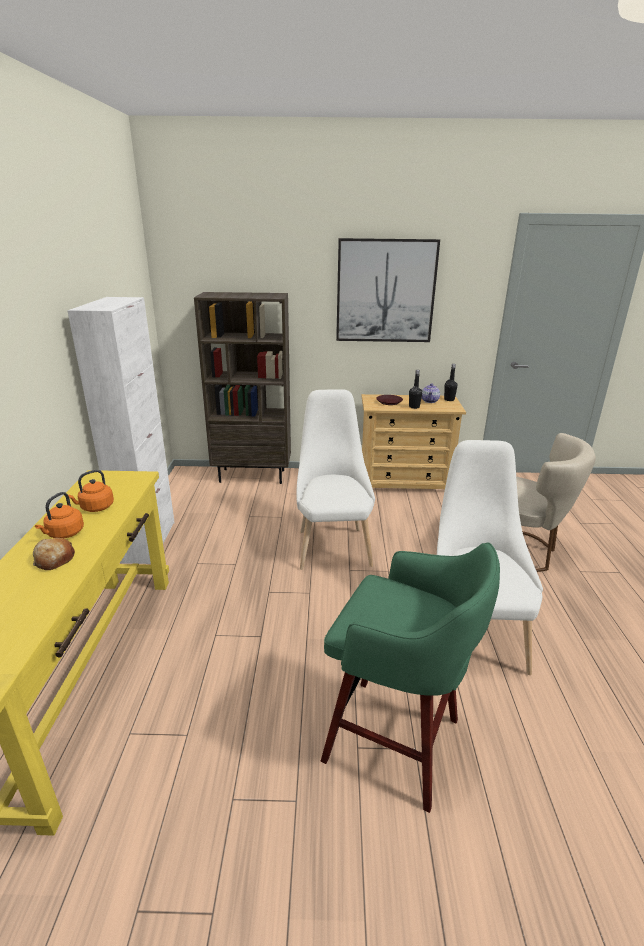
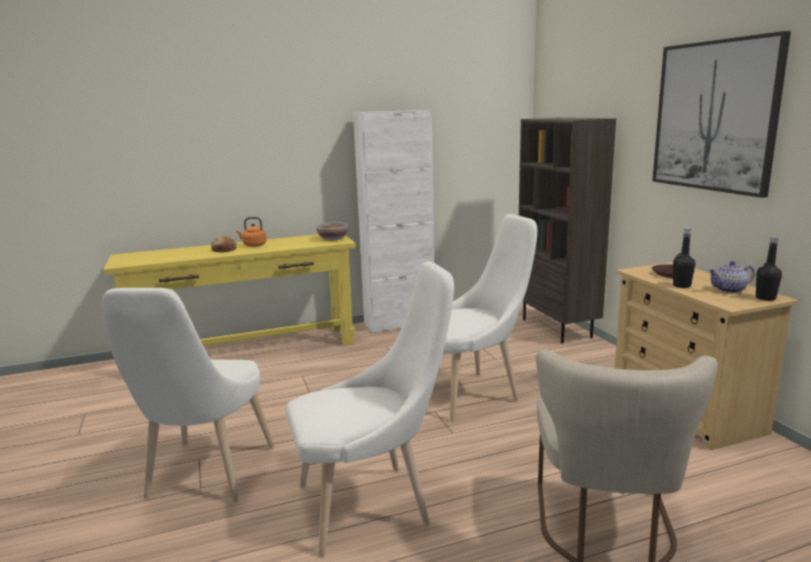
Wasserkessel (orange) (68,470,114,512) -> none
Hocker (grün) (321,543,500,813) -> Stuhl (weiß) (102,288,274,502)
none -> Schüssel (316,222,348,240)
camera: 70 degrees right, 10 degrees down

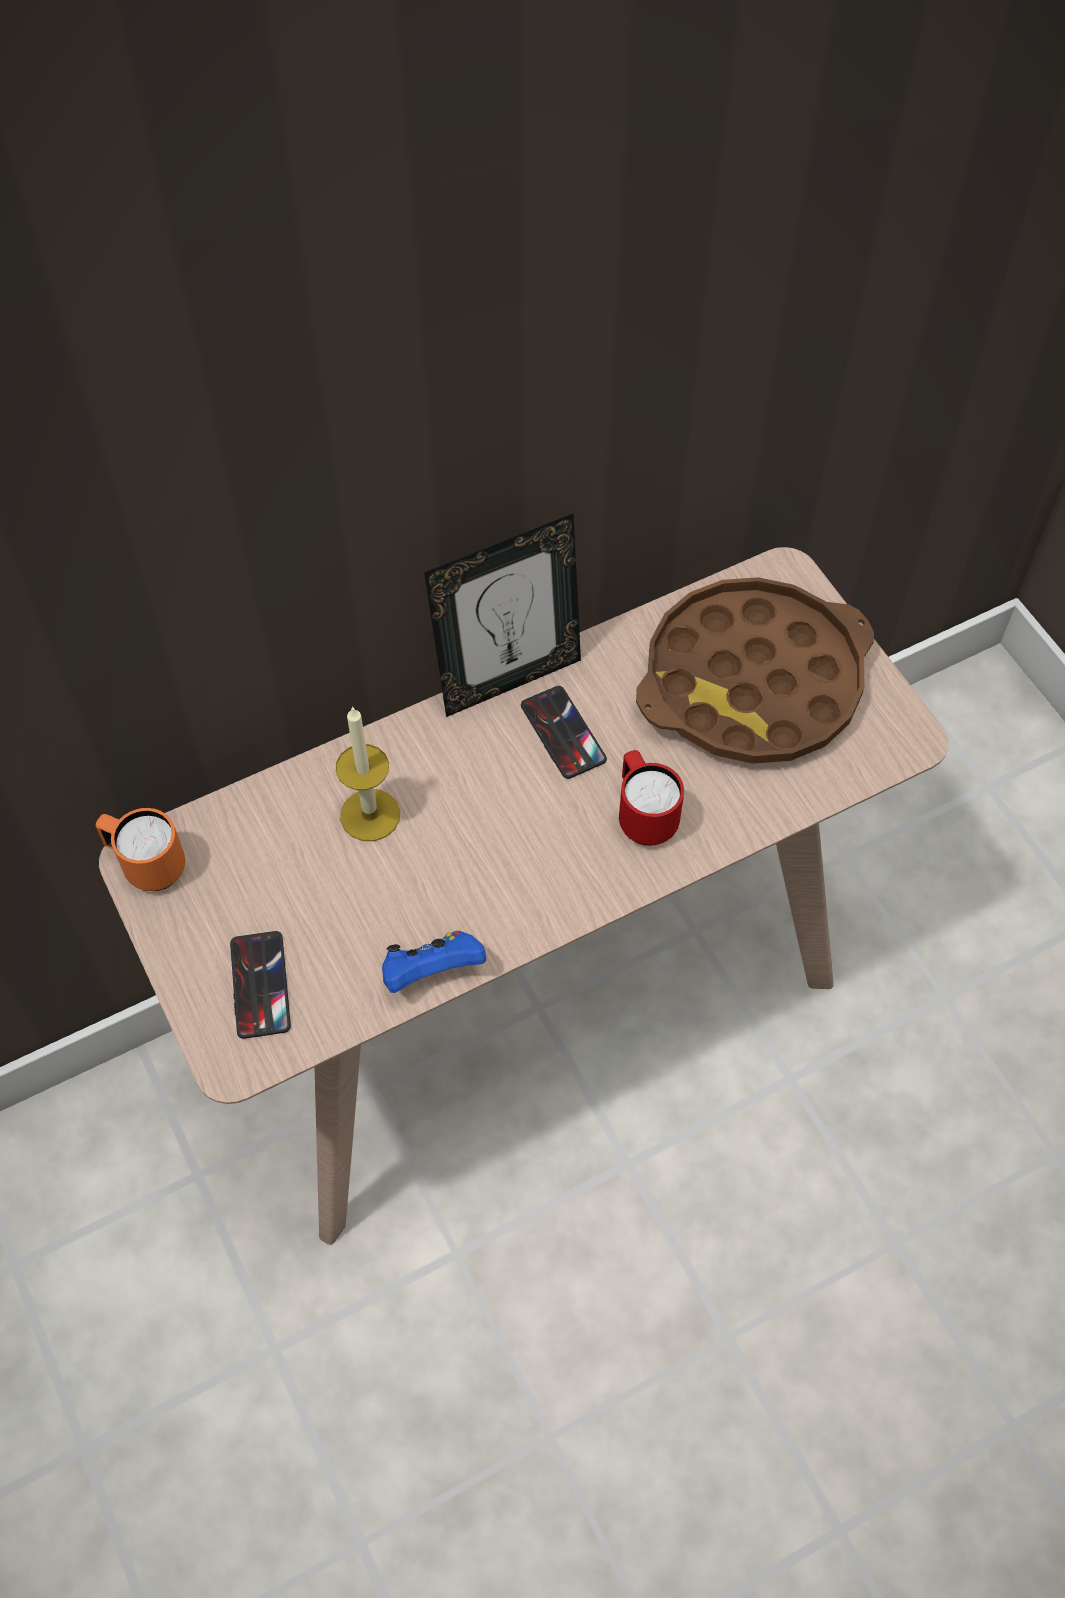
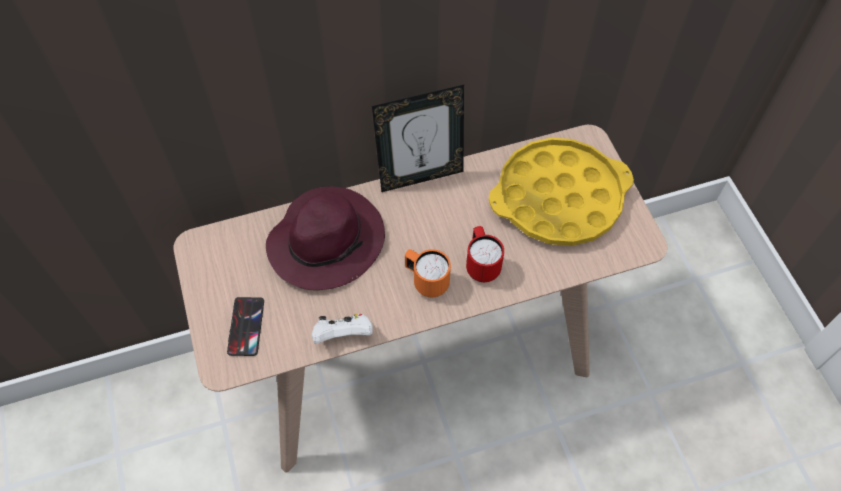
Henkelbecher (orange) (96,808,185,891) -> Henkelbecher (orange) (405,249,451,297), moved
Kerze (336,706,400,841) -> Hut (lila) (266,186,385,290)
Gamepad (blau) (382,931,486,993) -> Gamepad (weiß) (312,314,373,344)
Handy (521,686,607,779) -> none
Tablett (braun) (636,577,874,764) -> Tablett (gelb) (489,138,634,246)
camera: 10 degrees right, 0 degrees up

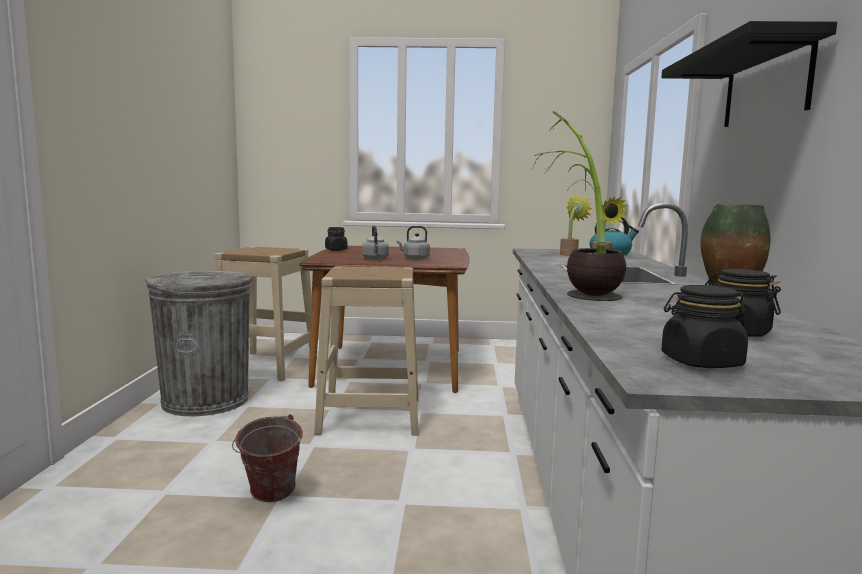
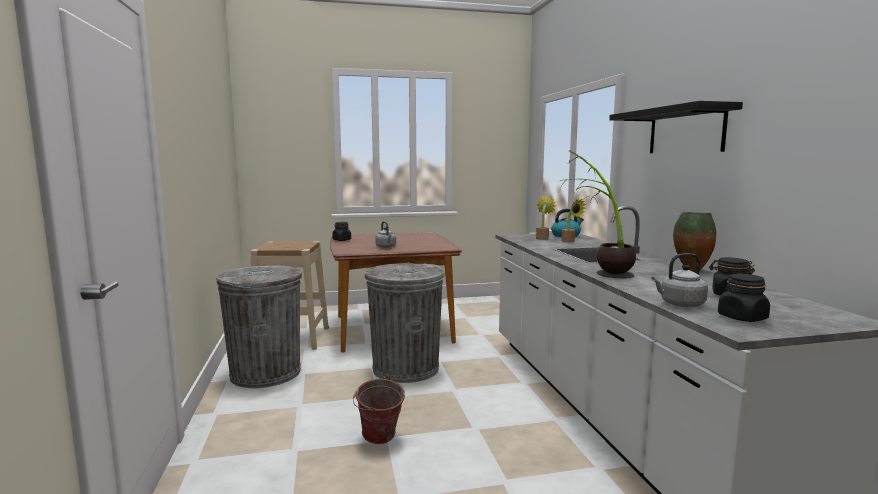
Hocker (beige) (314,266,419,436) -> Mülleimer (grau) (364,263,445,383)
Wasserkessel (grau) (397,226,430,260) -> Wasserkessel (grau) (651,253,708,307), moved
camera: 15 degrees left, 0 degrees up

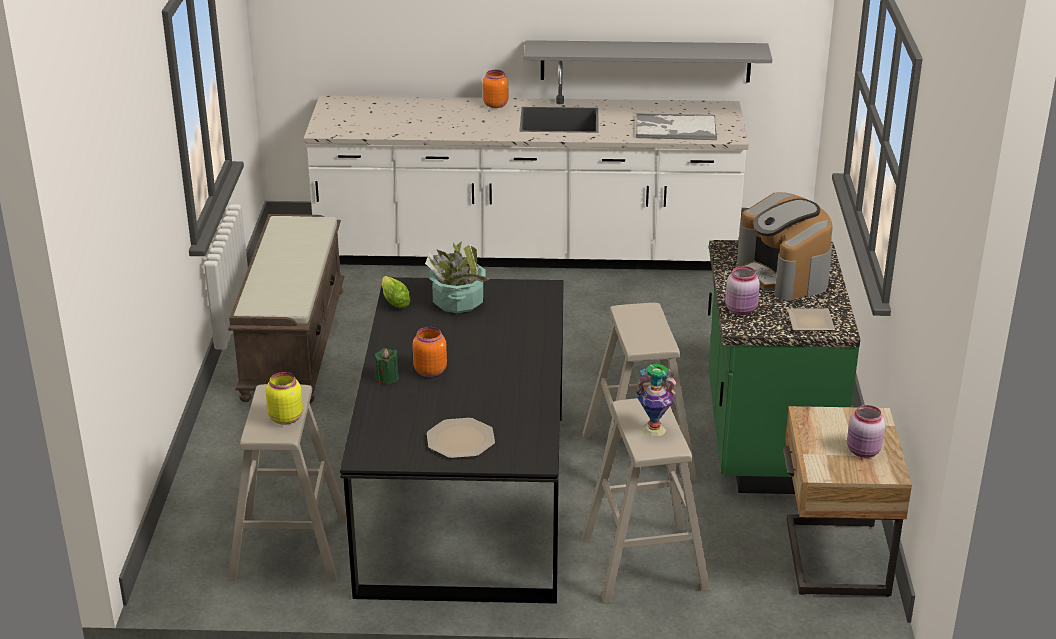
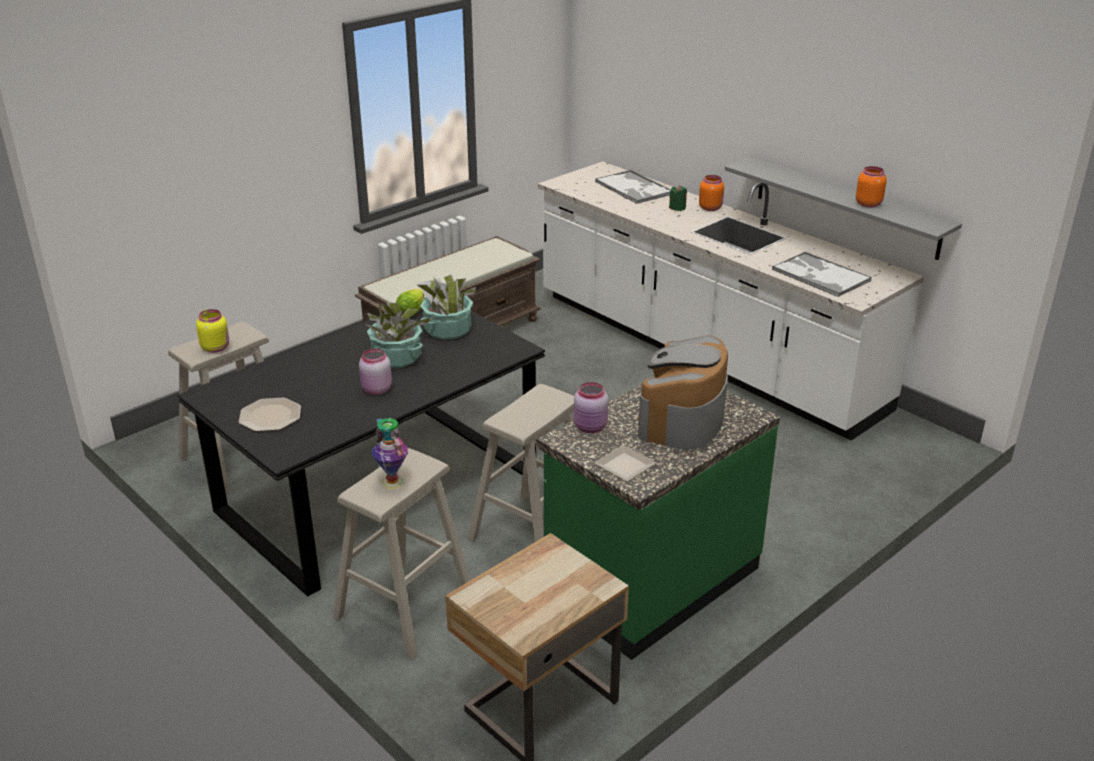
Kerze (grün) (375,348,399,384) -> Kerze (grün) (669,185,687,211), moved
Vorratsglas (orange) (412,327,447,377) -> Vorratsglas (orange) (856,166,887,208), moved
Vorratsglas (rosa) (847,405,885,458) -> Vorratsglas (rosa) (359,349,392,395), moved
none -> Topfpflanze (364,302,435,368)
none -> Tablett (595,170,671,204)
camera: 45 degrees right, 0 degrees up

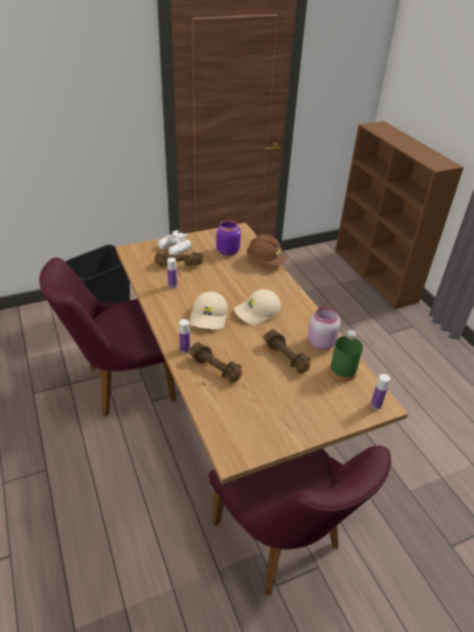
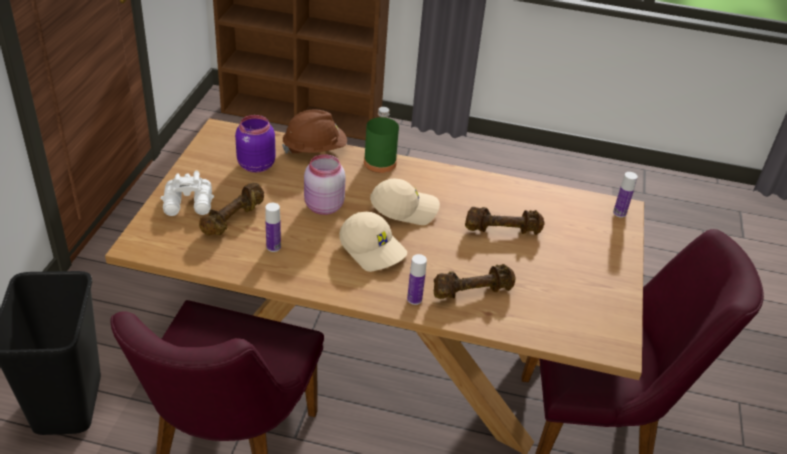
Kappe (beige) (234,289,281,325) -> Kappe (beige) (370,179,440,225), 105 degrees counterclockwise
Vorratsglas (rosa) (308,307,341,350) -> Vorratsglas (rosa) (304,154,346,215), moved
Flasche (grün) (329,330,363,382) -> Flasche (grün) (364,107,399,173), moved
camera: 55 degrees left, 0 degrees up

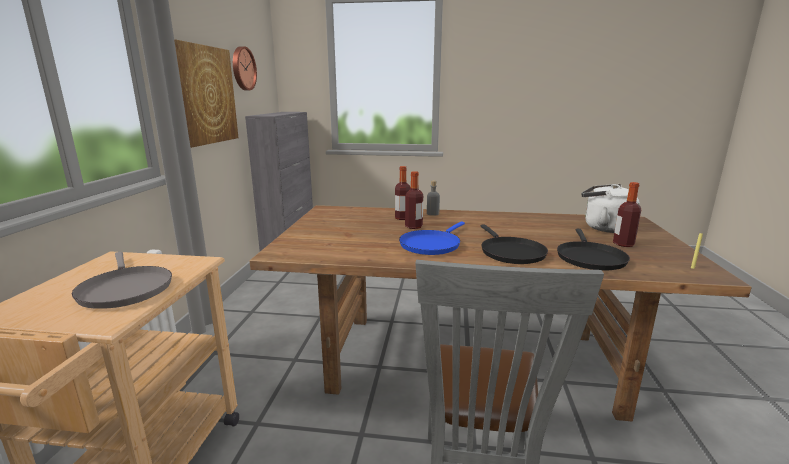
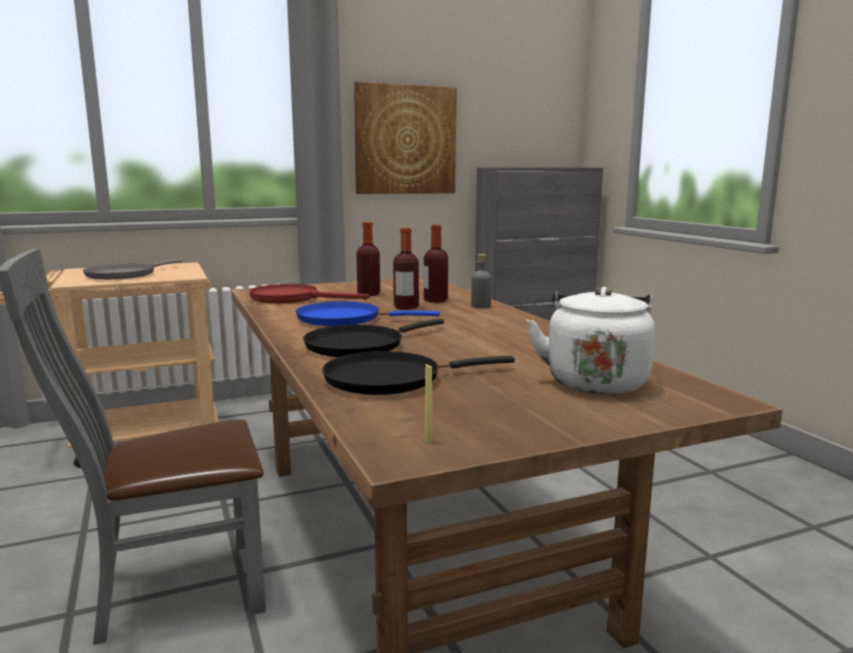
Wanduhr (233,46,257,90) -> none
Flasche (613,182,641,247) -> Flasche (356,222,380,296), moved
none -> Pfanne (rot) (250,284,369,304)
camera: 60 degrees right, 5 degrees down

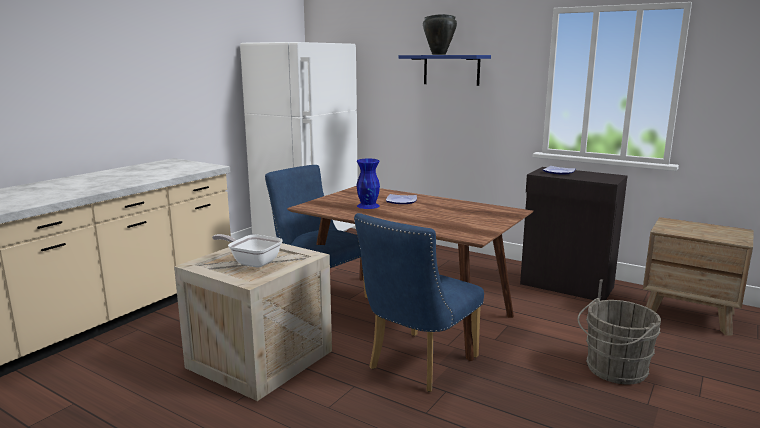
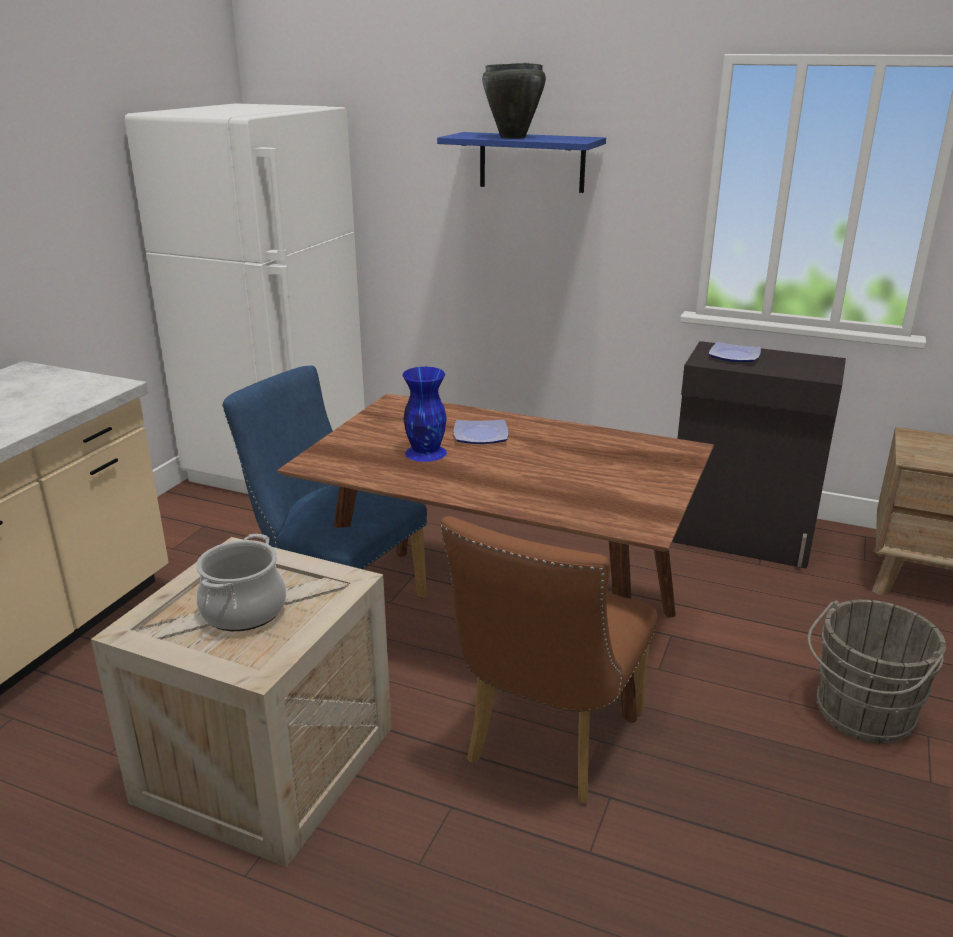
Pfanne (212,234,283,268) -> Kochtopf (196,534,286,631)
Stuhl (blau) (354,213,484,392) -> Stuhl (braun) (441,516,657,803)
camera: 10 degrees left, 10 degrees up

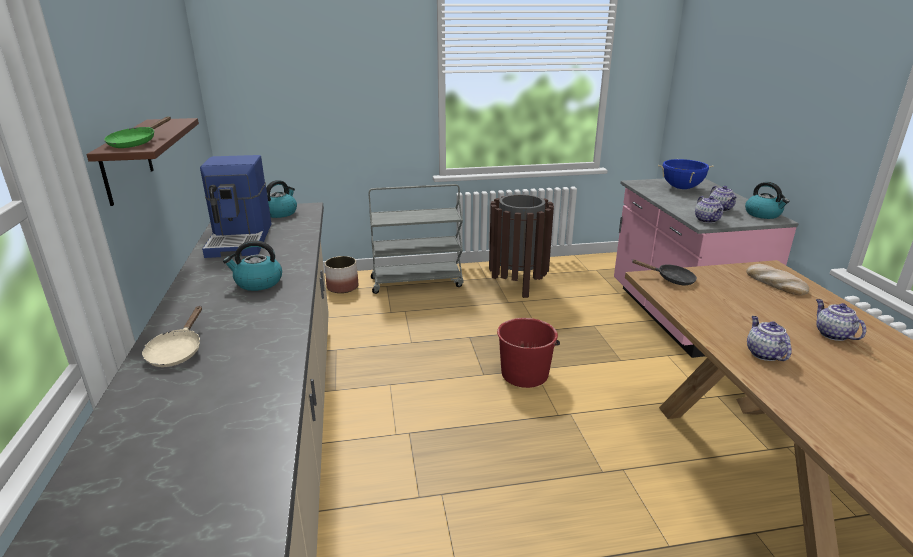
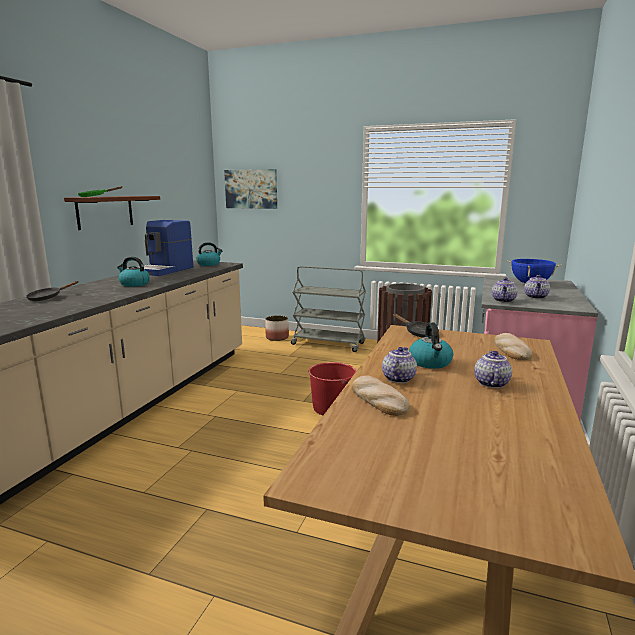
Pfanne (beige) (142,306,202,367) -> Pfanne (schwarz) (26,281,78,301)
Wasserkessel (745,182,789,219) -> Wasserkessel (409,322,453,369), moved
none -> Bild (224,169,277,209)
none -> Brot (352,375,410,416)
camera: 30 degrees right, 10 degrees down

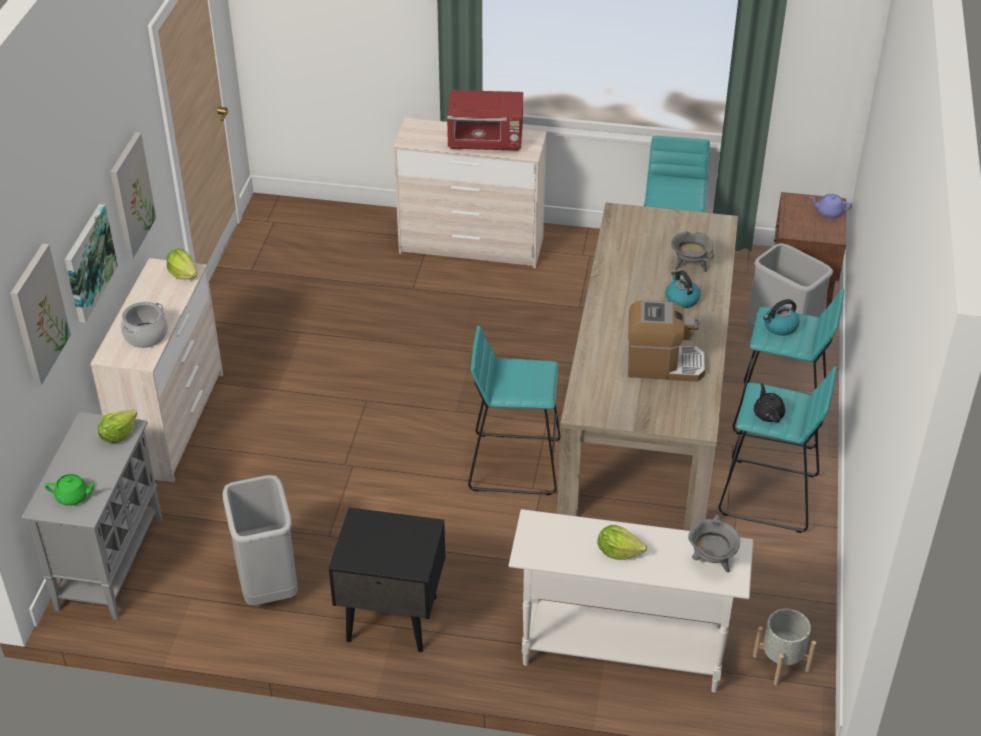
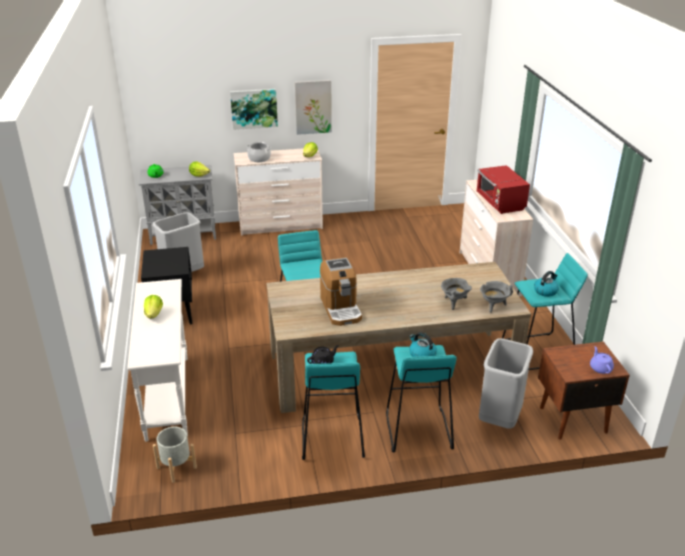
Bild (10,244,71,385) -> none
Wasserkessel (665,271,701,308) -> Wasserkessel (534,271,559,297), moved
Kochtopf (grau) (688,515,740,572) -> Kochtopf (grau) (480,281,513,313), moved
camera: 70 degrees right, 10 degrees down

